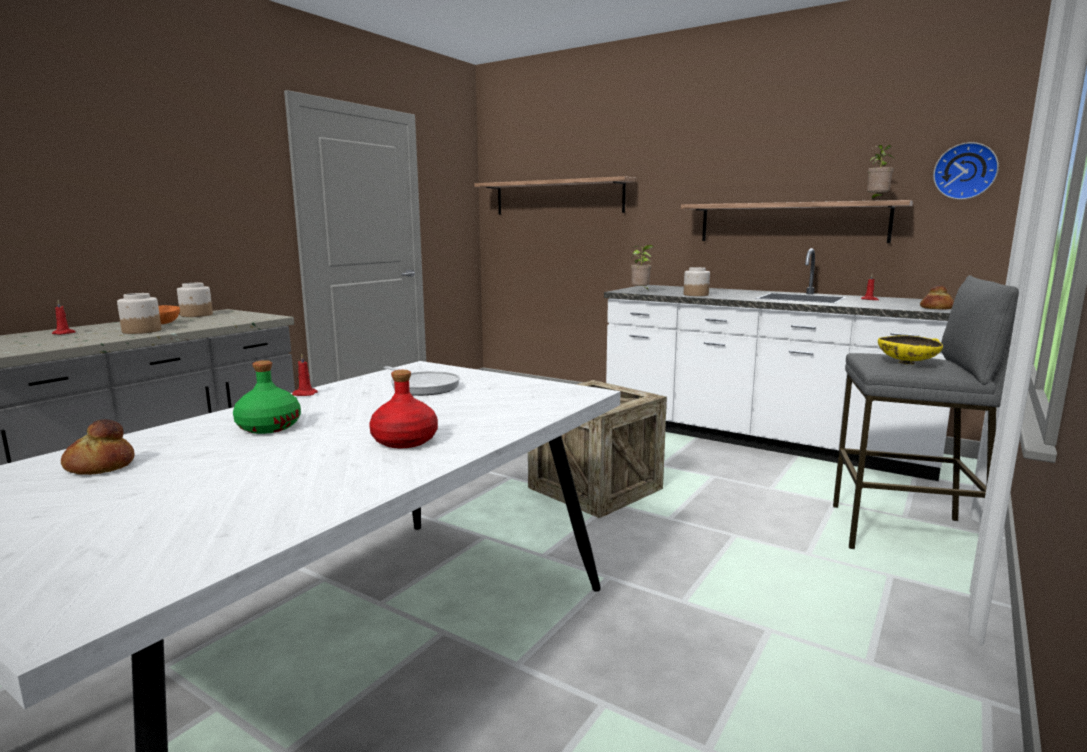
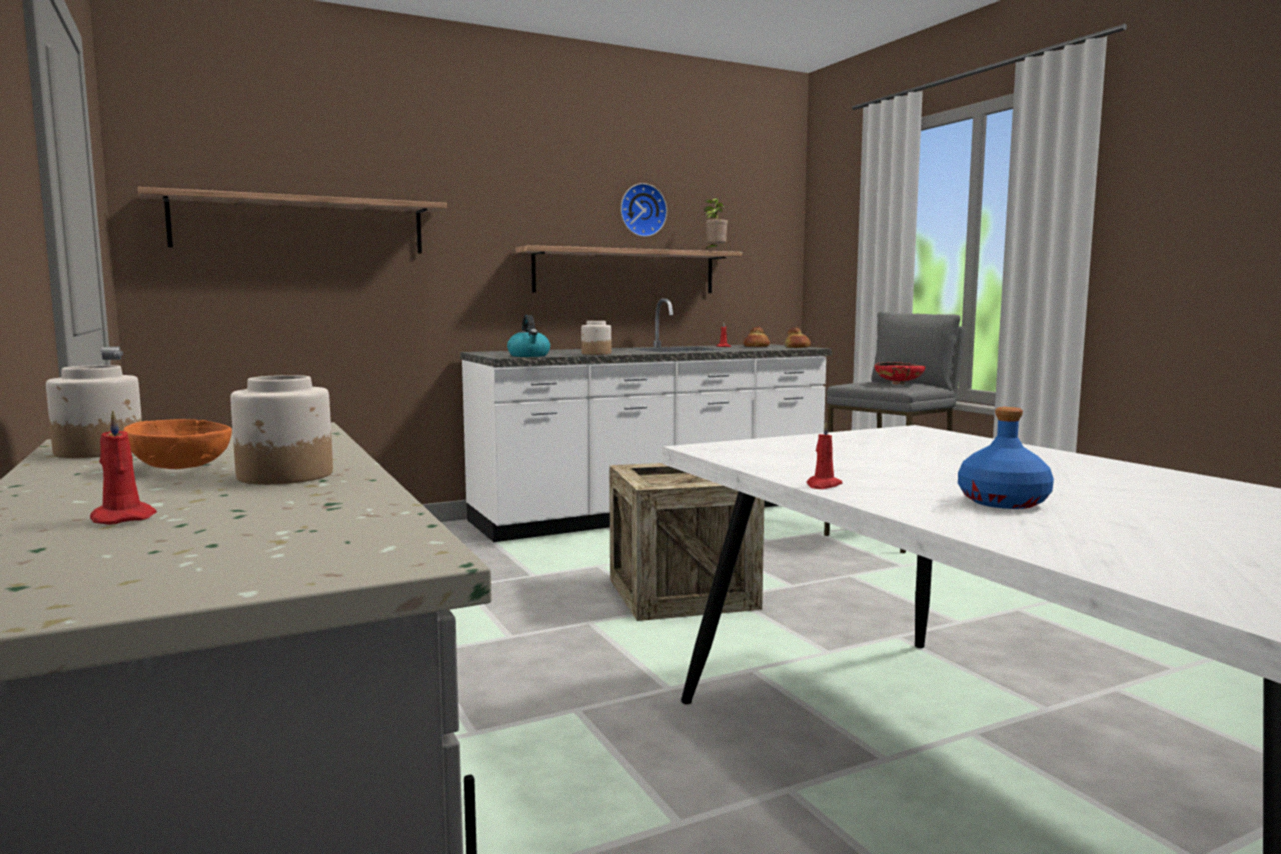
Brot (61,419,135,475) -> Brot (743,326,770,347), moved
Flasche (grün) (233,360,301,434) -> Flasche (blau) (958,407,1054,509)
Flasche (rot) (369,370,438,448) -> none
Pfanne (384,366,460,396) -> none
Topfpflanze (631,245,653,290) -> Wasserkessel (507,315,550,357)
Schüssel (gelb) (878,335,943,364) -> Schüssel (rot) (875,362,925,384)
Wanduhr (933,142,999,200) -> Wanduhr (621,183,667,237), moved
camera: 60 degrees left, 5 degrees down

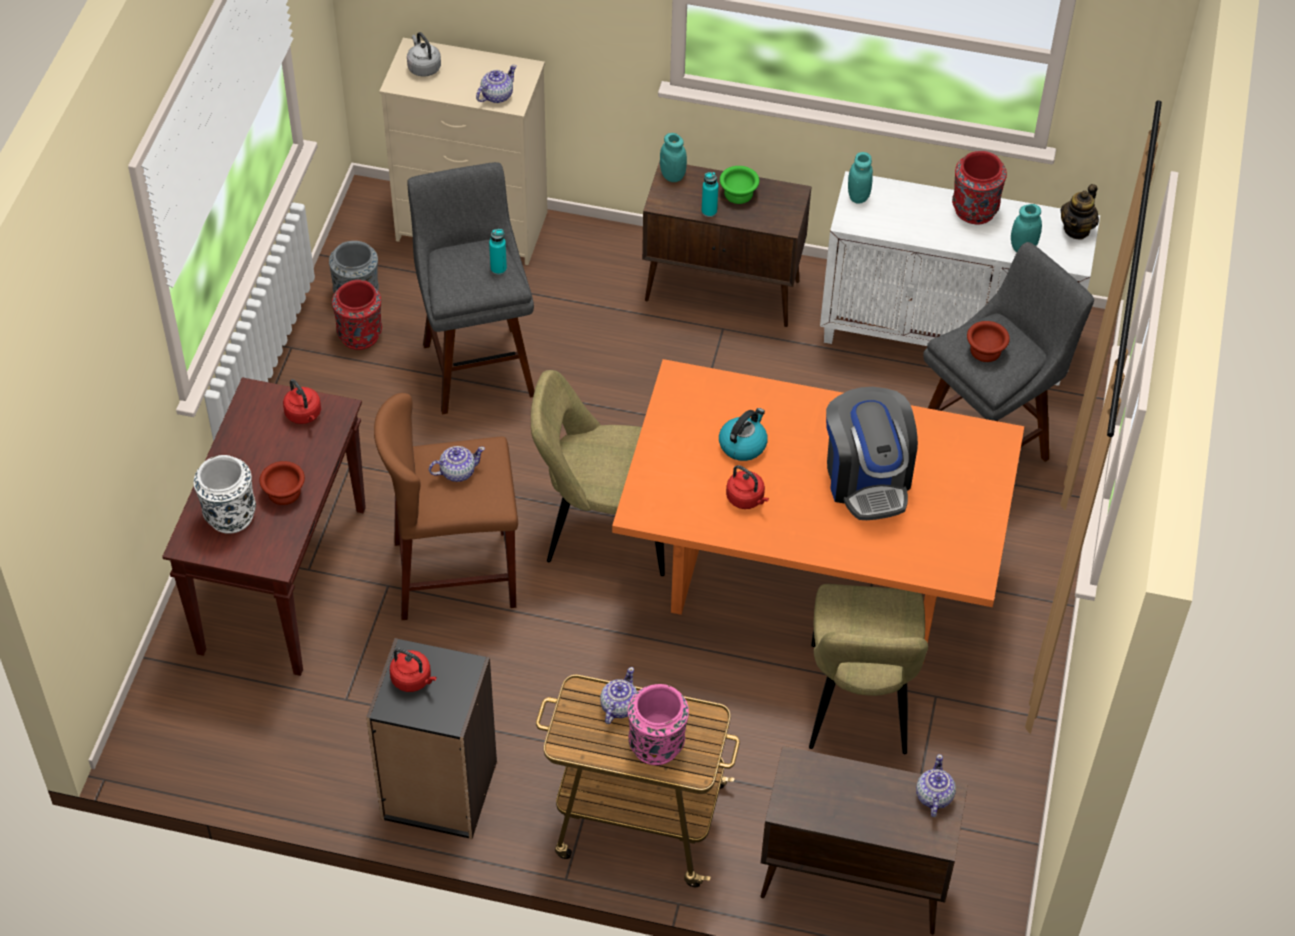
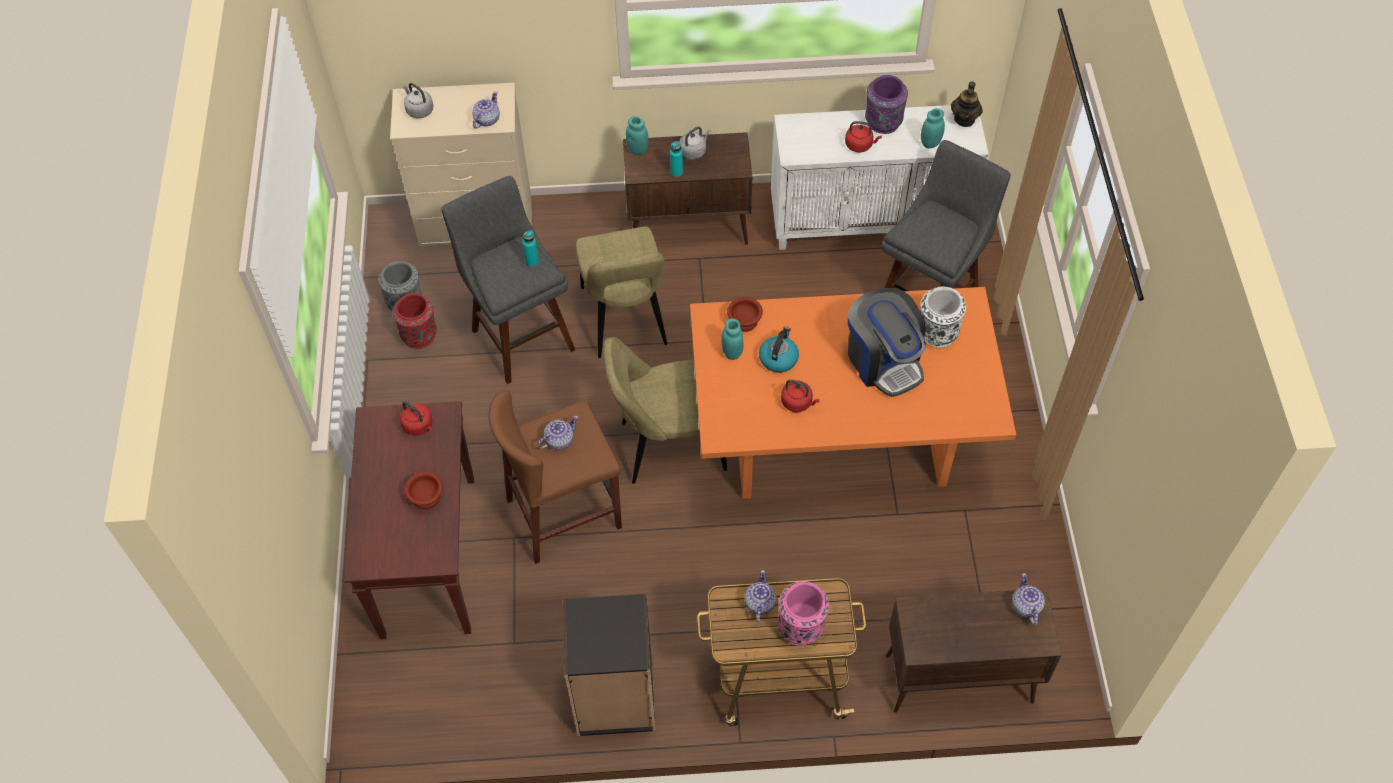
Vase (weiß) (193,455,256,534) -> Vase (weiß) (920,287,966,348), moved
Wasserkessel (rot) (390,648,437,692) -> Wasserkessel (rot) (845,121,882,152), moved
Schüssel (grün) (720,166,759,204) -> Wasserkessel (grau) (679,127,711,159)
Stuhl (beige) (809,584,928,754) -> Stuhl (beige) (576,226,667,358), moved
Vorratsglas (türkis) (848,152,873,204) -> Vorratsglas (türkis) (721,318,744,360), moved
Vase (rot) (952,151,1007,225) -> Vase (lila) (865,75,908,134)
Schüssel (braun) (967,321,1010,362) -> Schüssel (braun) (727,297,763,332), moved
camera: 15 degrees left, 5 degrees up

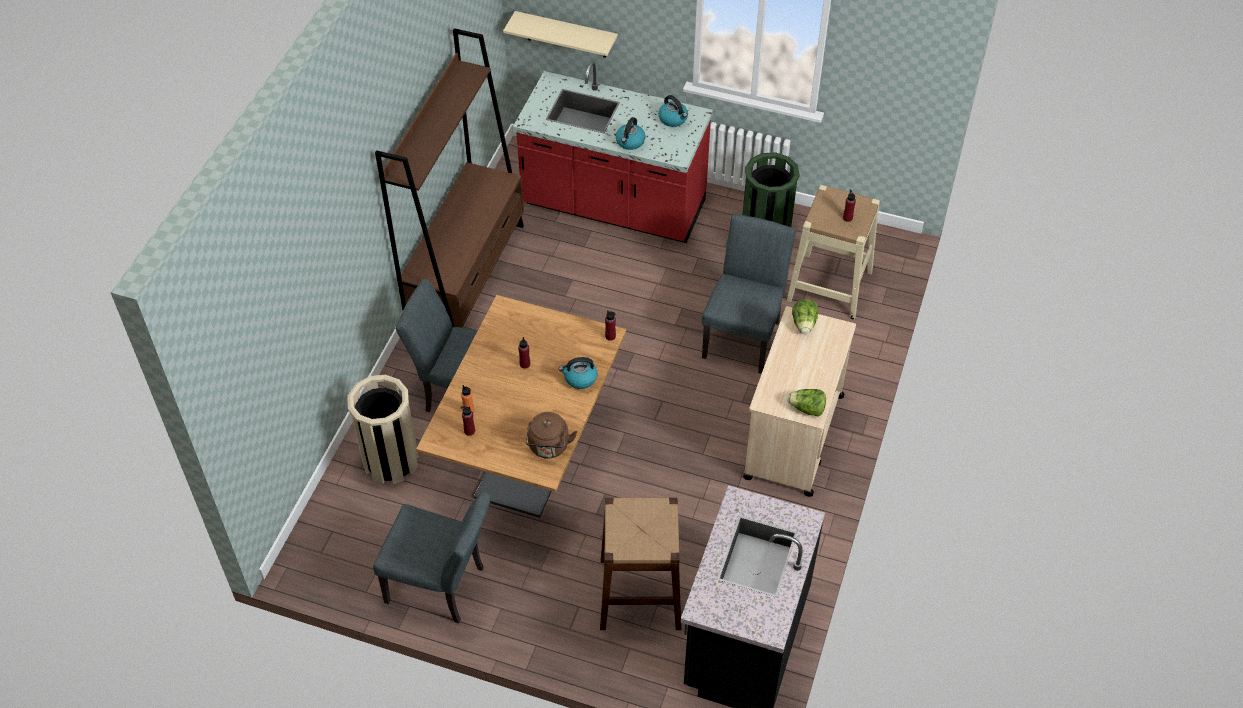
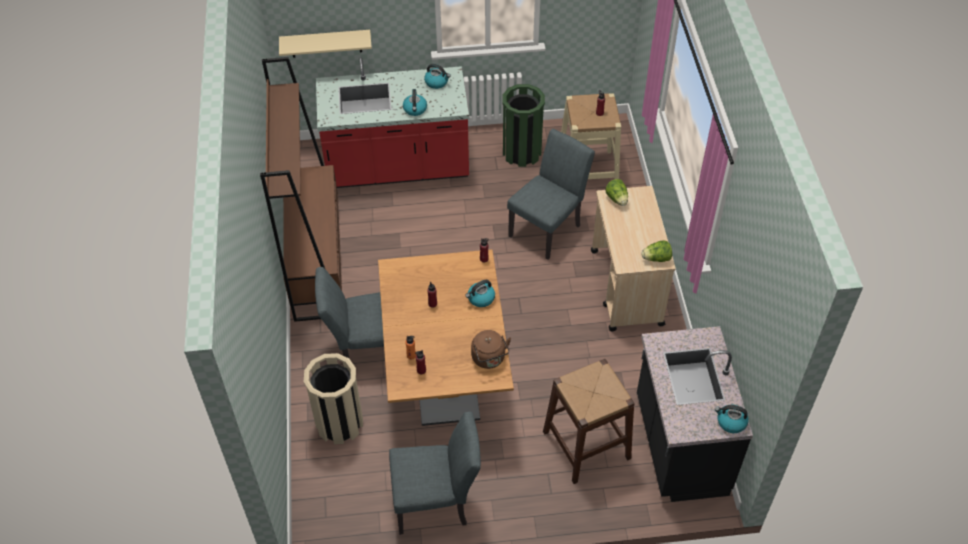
Stuhl (grau) (702,214,796,374) -> Stuhl (grau) (507,128,595,260), 45 degrees clockwise
none -> Wasserkessel (715,405,749,433)
camera: 25 degrees left, 0 degrees up

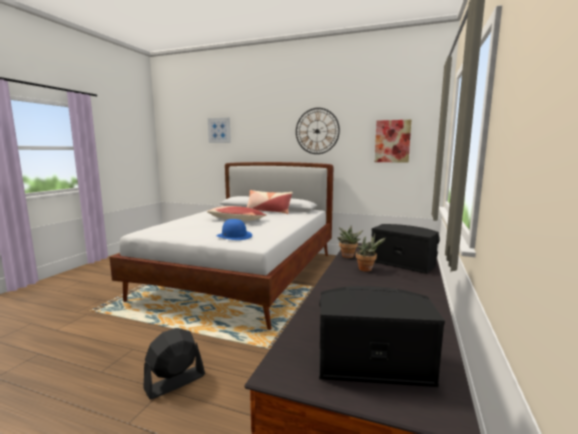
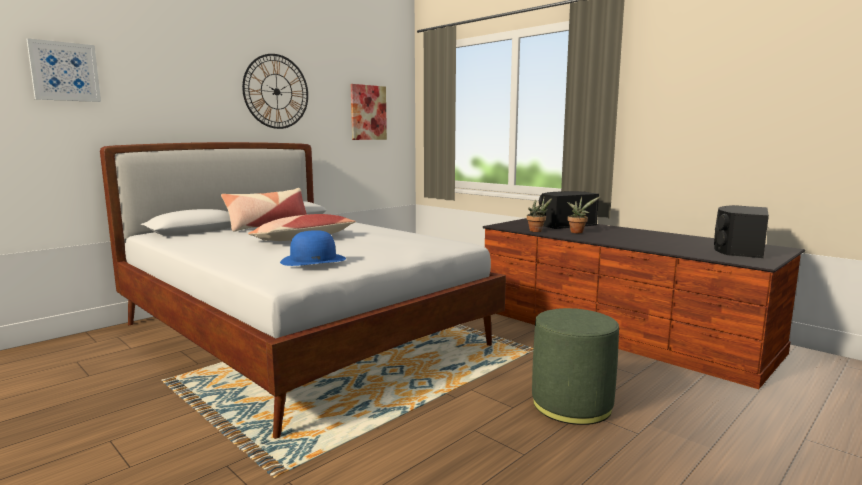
Ventilator (schwarz) (143,328,205,399) -> Polsterhocker (grün) (532,308,619,425)
Hut (blau) (217,219,252,240) -> Hut (blau) (280,230,346,266), moved
camera: 65 degrees left, 0 degrees up

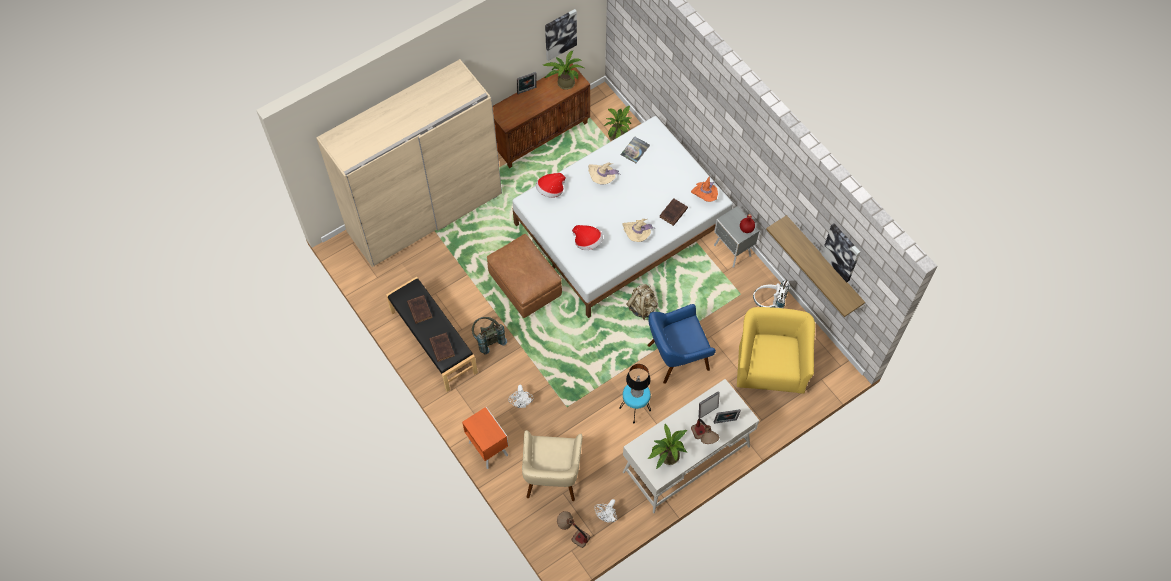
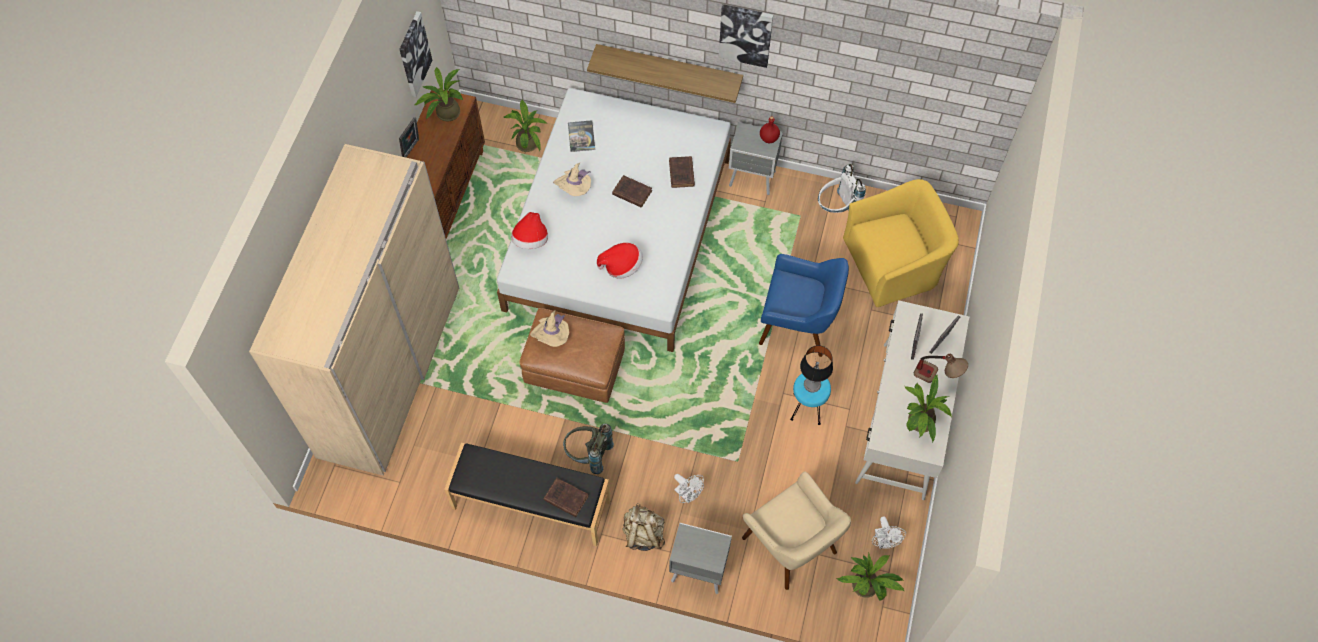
Buch (braun) (407,295,433,324) -> Buch (braun) (612,175,652,208), moved
Nachttisch (orange) (462,407,509,469) -> Nachttisch (grau) (669,523,732,594)
Tischlampe (557,511,590,548) -> Topfpflanze (837,553,905,601)
Hut (beige) (622,219,654,242) -> Hut (beige) (530,309,569,347), moved
Rucksack (beige) (626,284,658,320) -> Rucksack (beige) (622,503,665,551), moved
Sessel (blau) (647,304,716,384) -> Sessel (blau) (759,254,849,357), 105 degrees counterclockwise
Hut (orange) (691,177,718,202) -> none
Sessel (gelb) (737,307,815,394) -> Sessel (gelb) (843,179,959,307), 105 degrees clockwise
Wandregal (766,215,865,317) -> Wandregal (587,44,743,103), moved
Bild (821,223,860,282) -> Bild (719,4,773,68), moved
camera: 40 degrees left, 0 degrees up

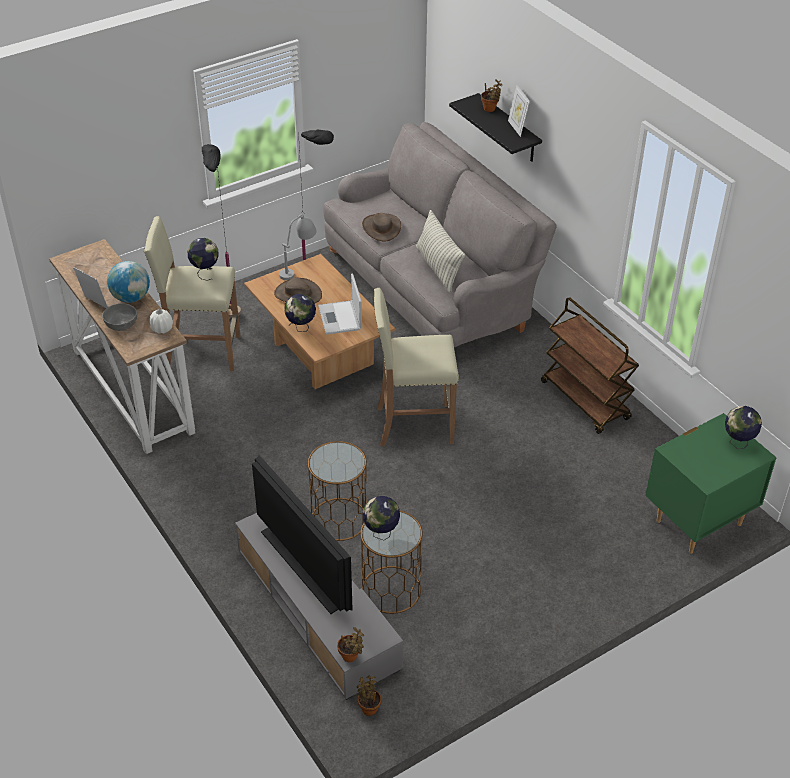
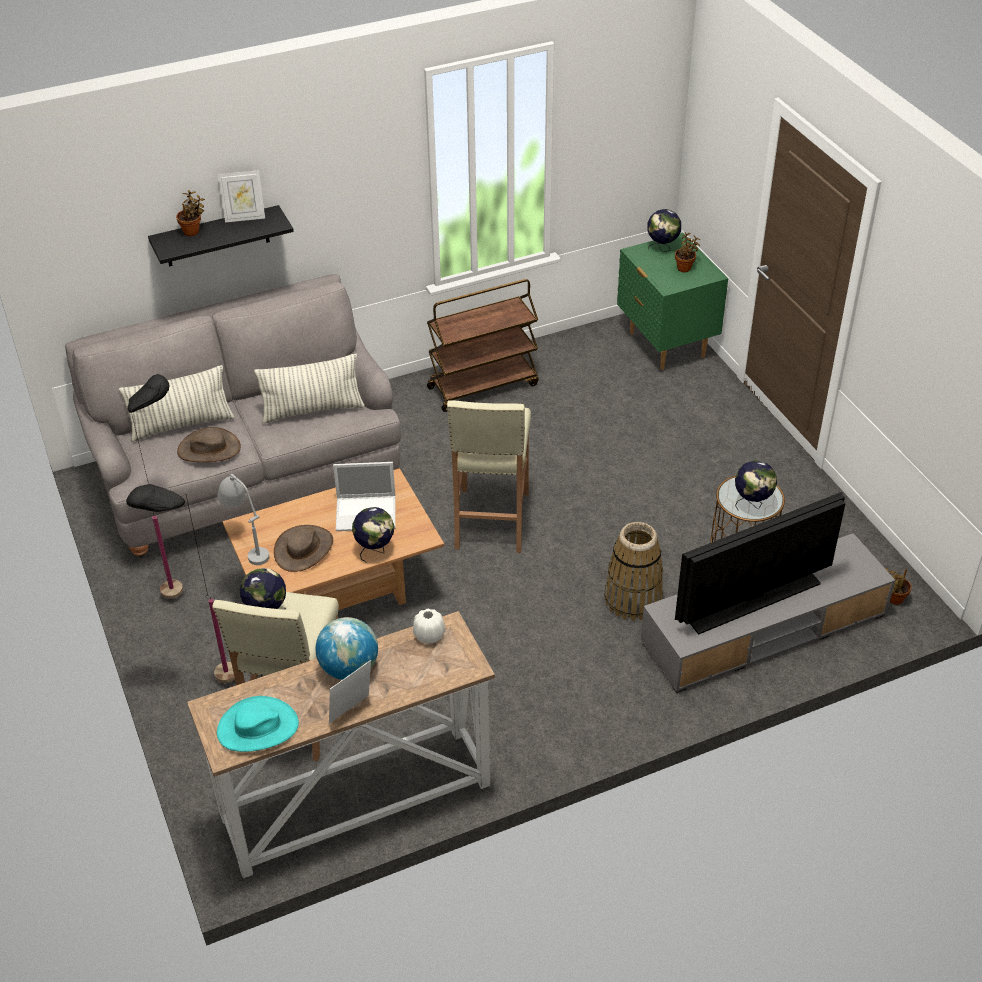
Schüssel (grau) (102,303,137,331) -> none
Beistelltisch (braun) (308,441,367,541) -> Korb (604,522,663,621)
Topfpflanze (337,627,364,662) -> Topfpflanze (675,232,700,272), moved
none -> Kissen (119,365,234,442)
none -> Hut (türkis) (217,696,299,752)
camera: 80 degrees left, 0 degrees up

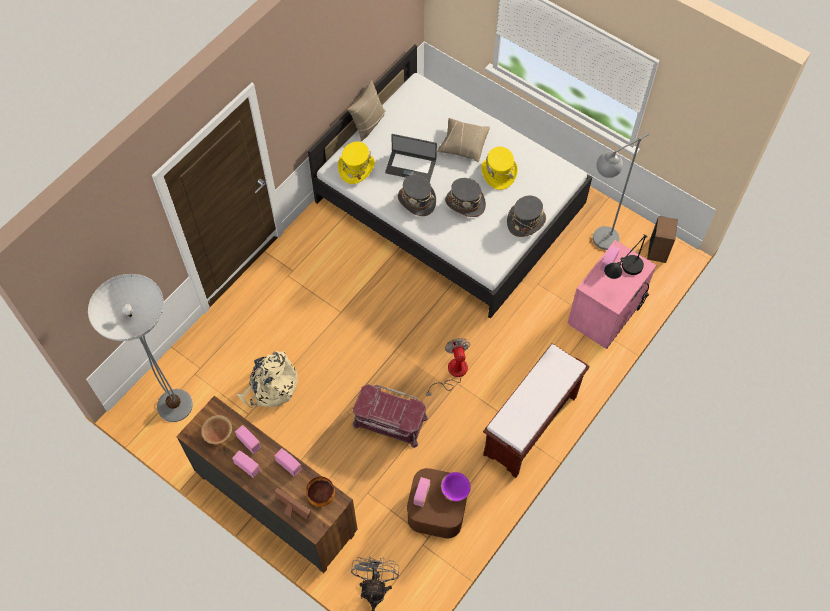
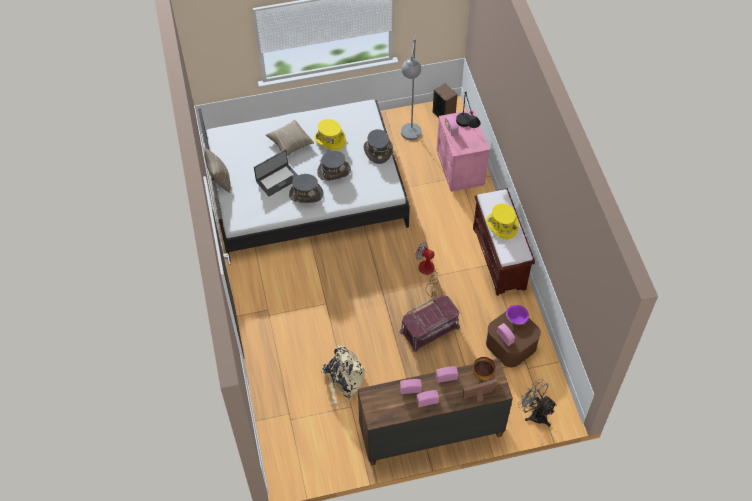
Stehlampe (88,274,193,422) -> none
Schüssel (braun) (201,415,232,444) -> none
Hut (gelb) (338,142,375,184) -> Hut (gelb) (486,203,519,239), moved
camera: 50 degrees left, 5 degrees down

